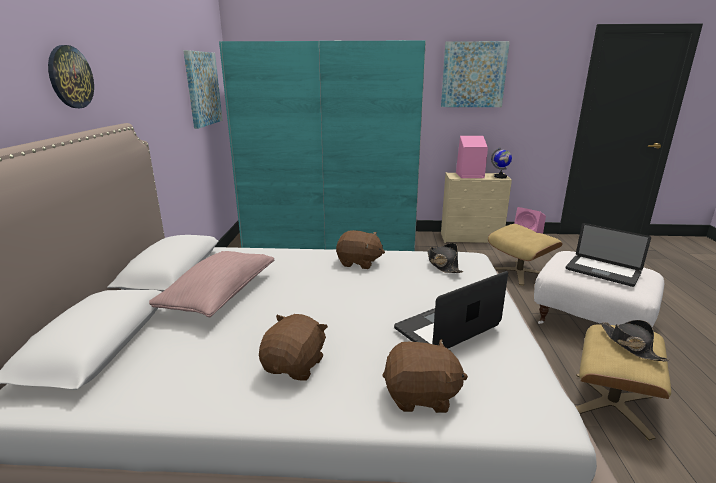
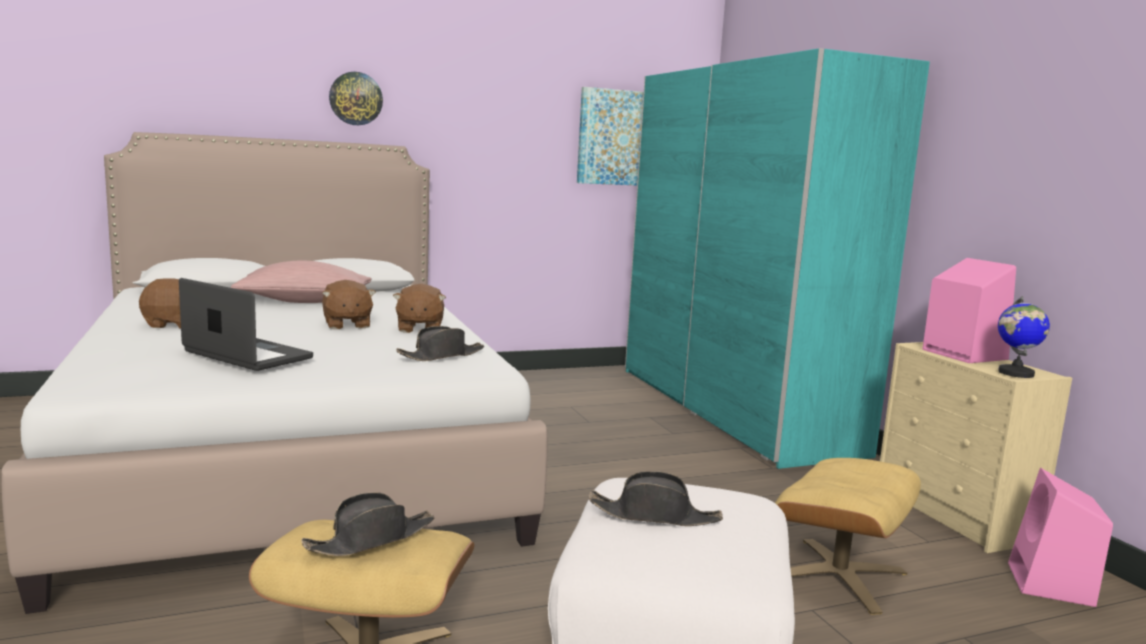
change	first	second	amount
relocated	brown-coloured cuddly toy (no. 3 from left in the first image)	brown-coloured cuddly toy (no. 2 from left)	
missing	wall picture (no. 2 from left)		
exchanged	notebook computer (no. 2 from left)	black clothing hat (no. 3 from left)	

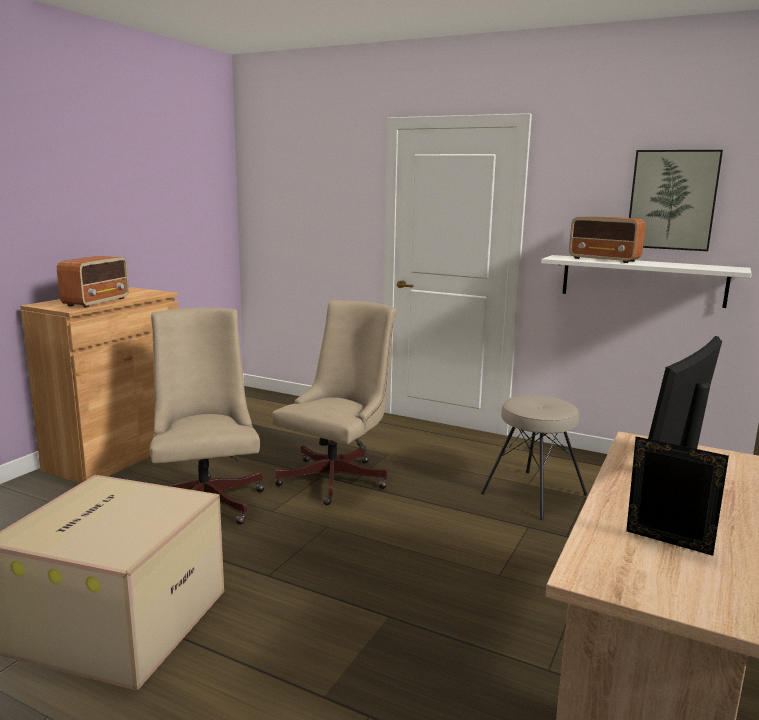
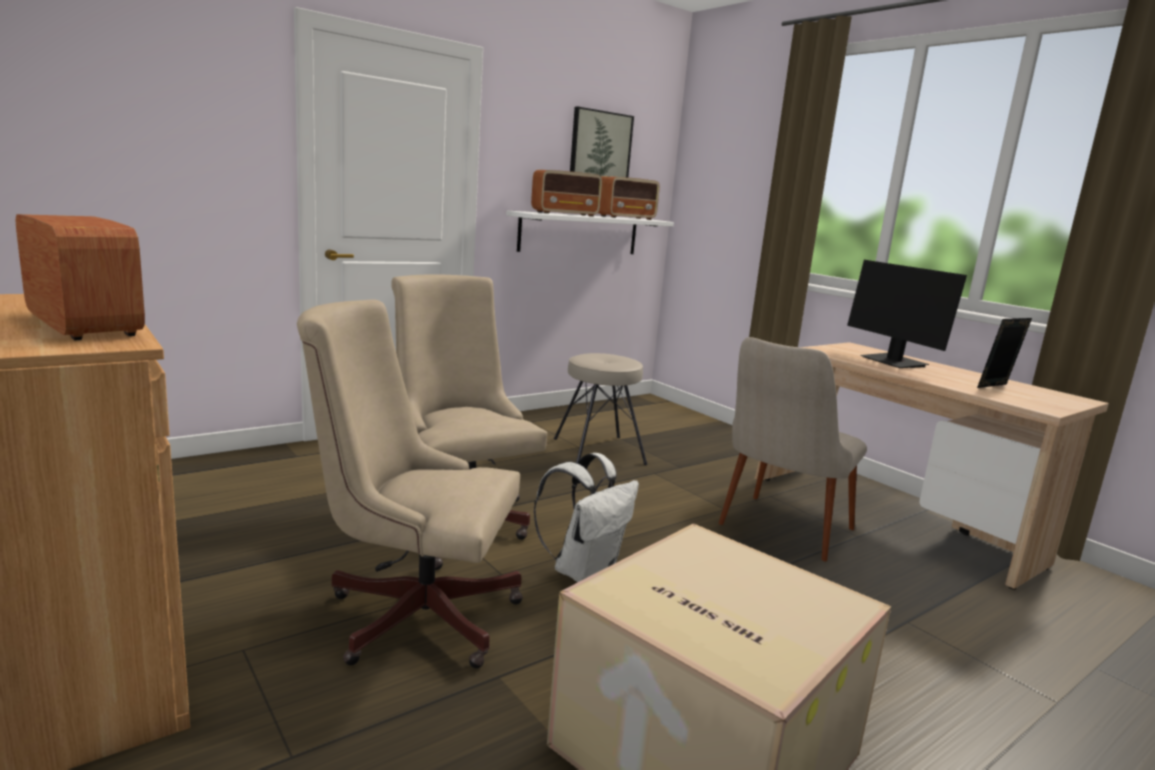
change	first	second	amount
appeared		white-coloured backpack	
appeared		radio set (no. 3 from left)	
appeared		sand-coloured plain chair	

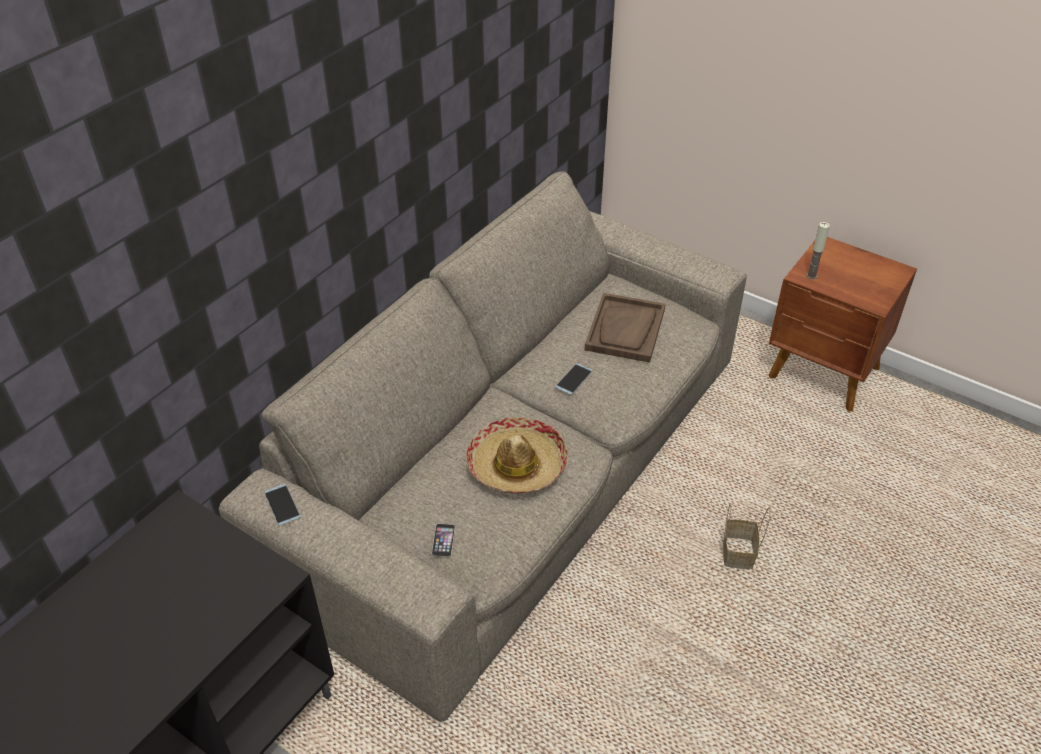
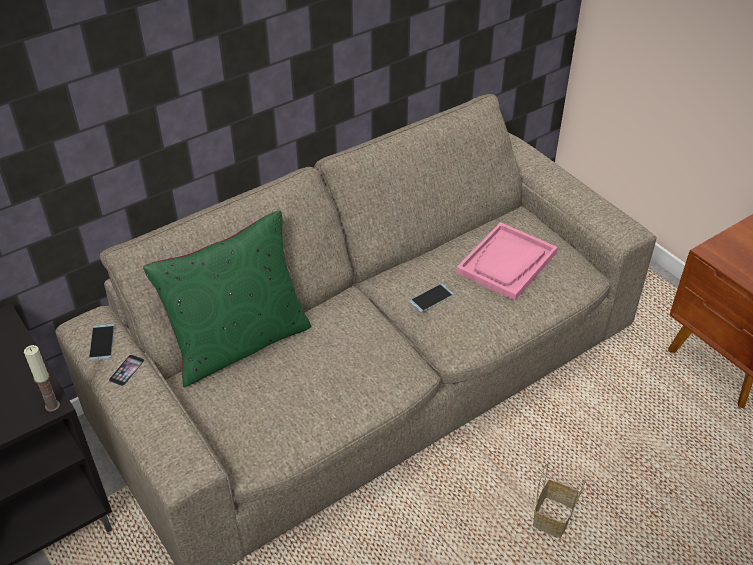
change	first	second	amount
relocated	telephone (no. 2 from left)		
missing	clothing hat		
colour	brown-coloured serving tray	pink-coloured serving tray	
relocated	wax candle		
appeared		greenish pillow	

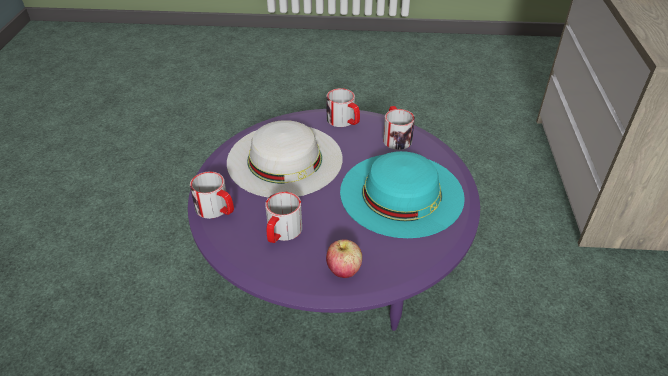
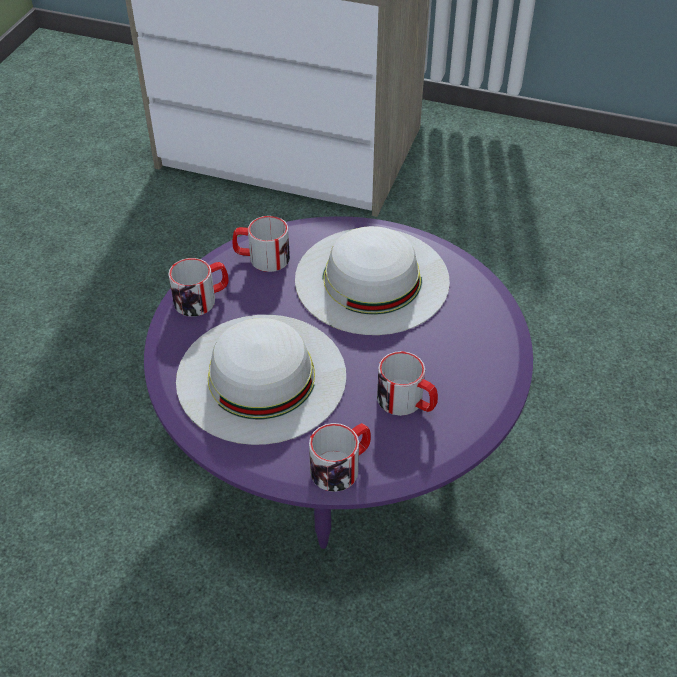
change	first	second	amount
missing	whole apple		
colour	turquoise-coloured clothing hat	white-coloured clothing hat (no. 2 from left)	

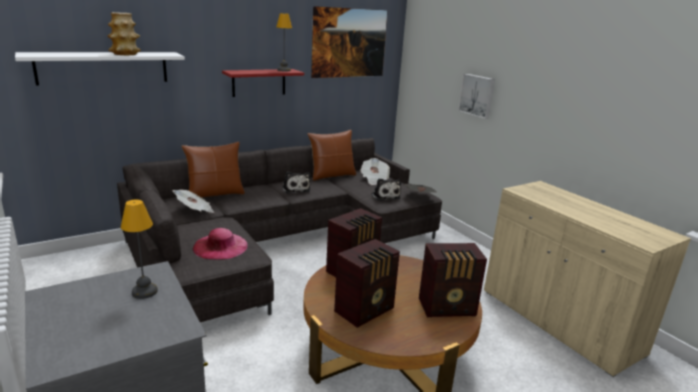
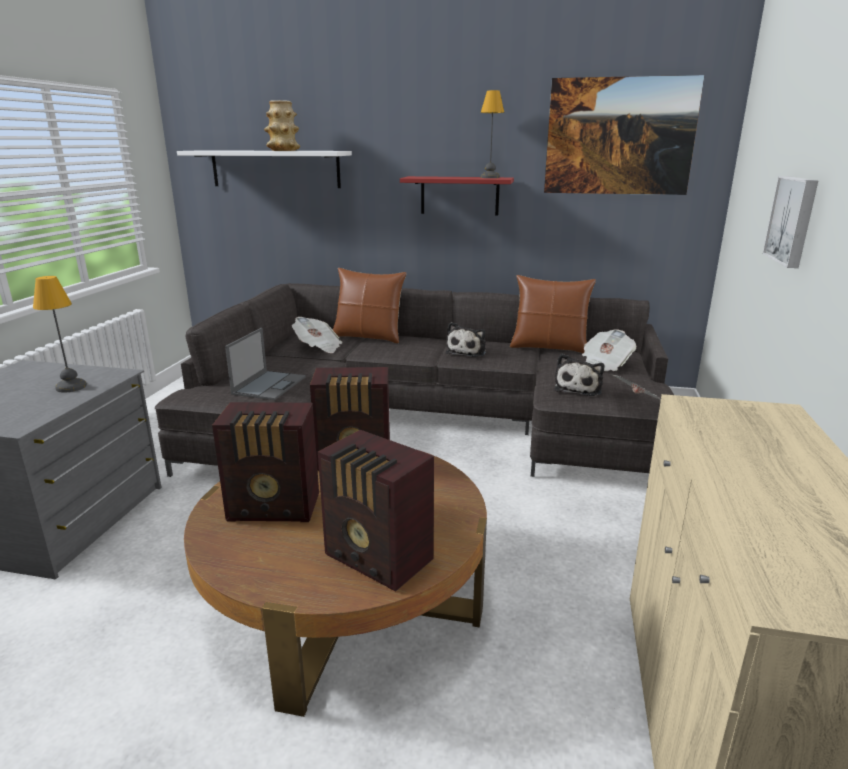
change	first	second	amount
exchanged	pink-coloured clothing hat	notebook computer	

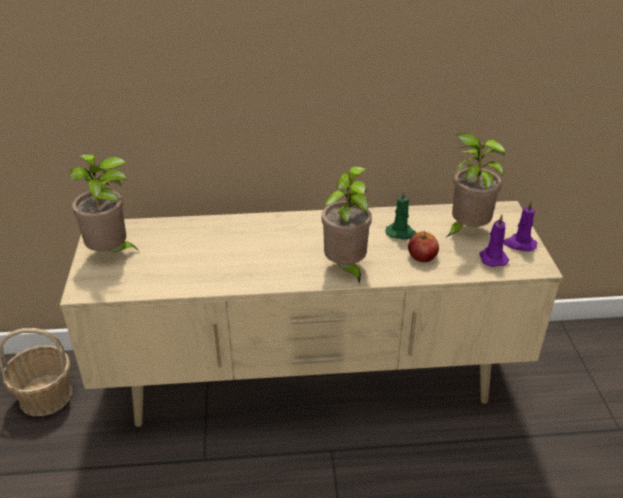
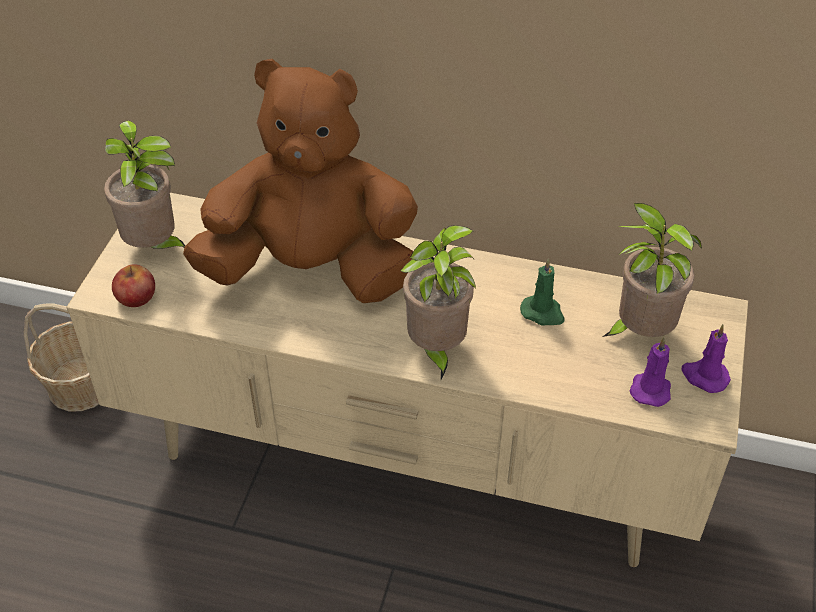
change	first	second	amount
relocated	whole apple		
appeared		brown-coloured cuddly toy	

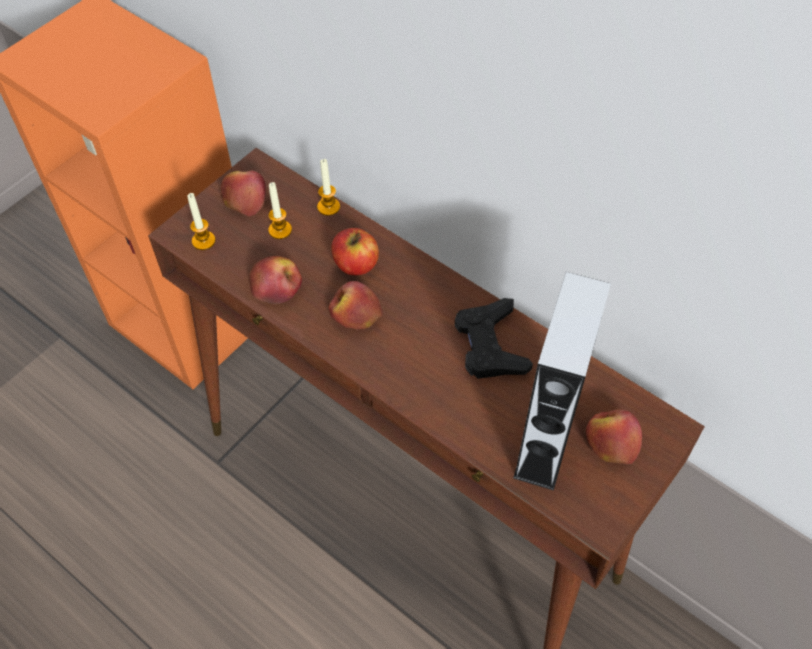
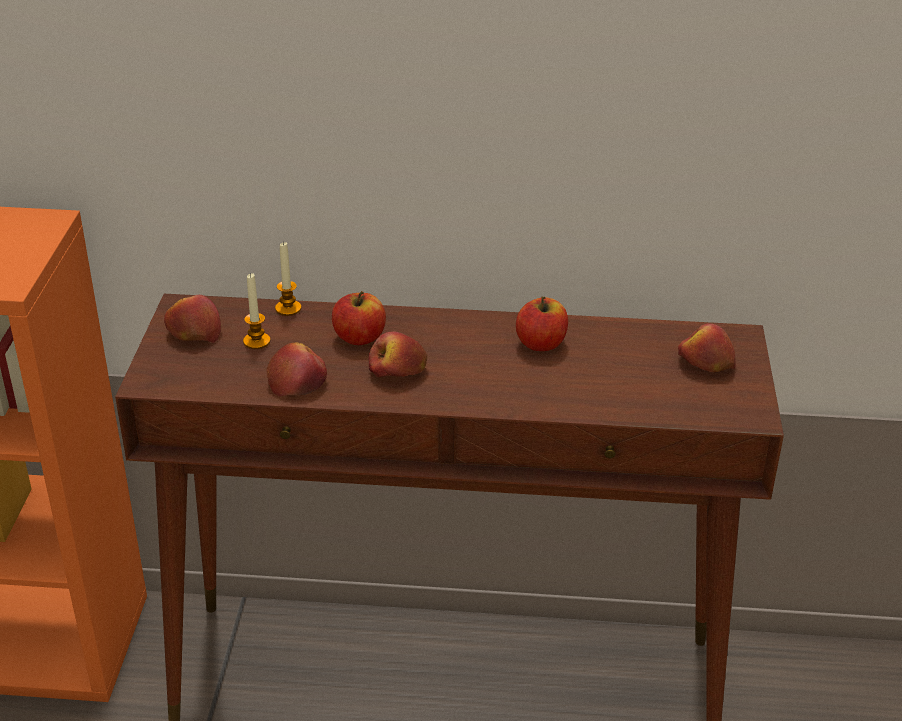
change	first	second	amount
missing	wax candle (no. 1 from left)		
exchanged	black joypad	whole apple (no. 5 from left)	
missing	greyish audio speaker		

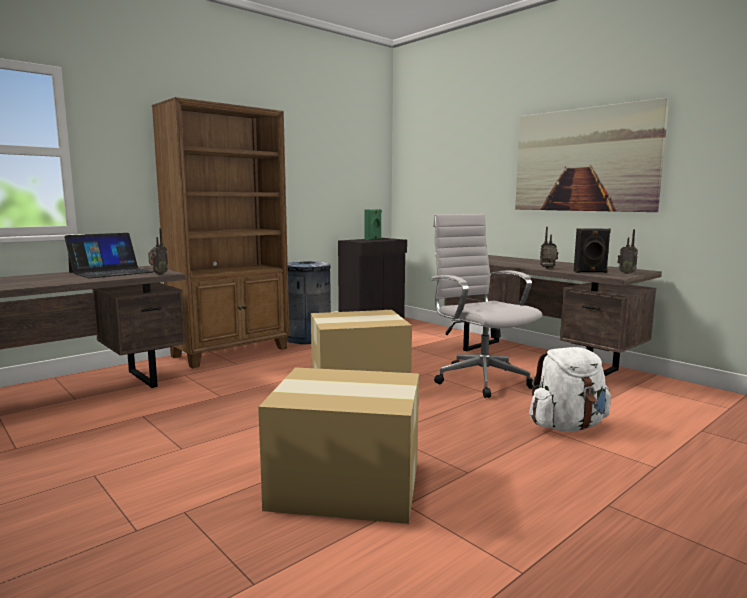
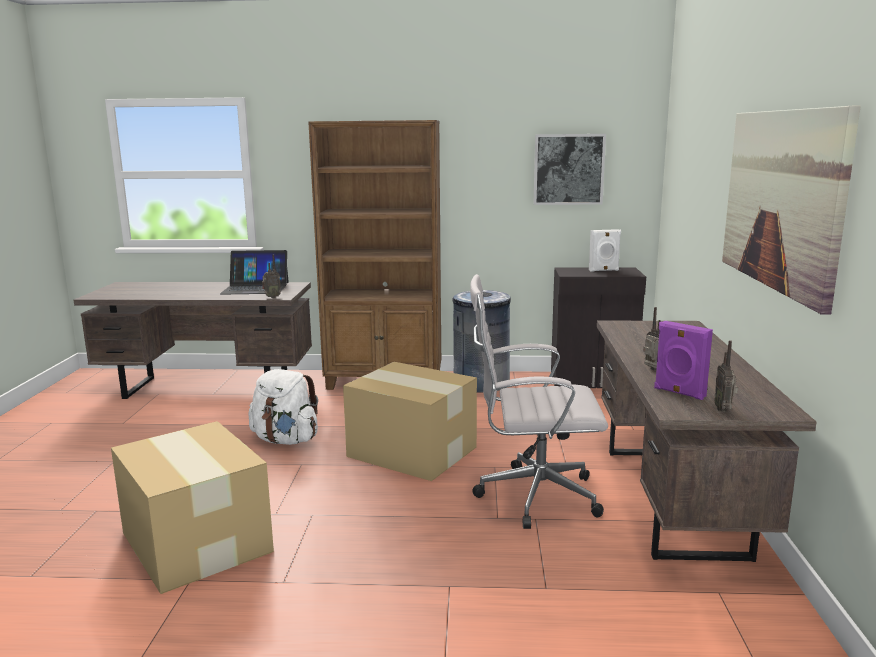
change	first	second	amount
colour	greenish audio speaker	white-coloured audio speaker	
spun	white-coloured computer chair		105 degrees counterclockwise
relocated	white-coloured backpack		
colour	black audio speaker	purplish audio speaker	
appeared		wall picture (no. 1 from left)	

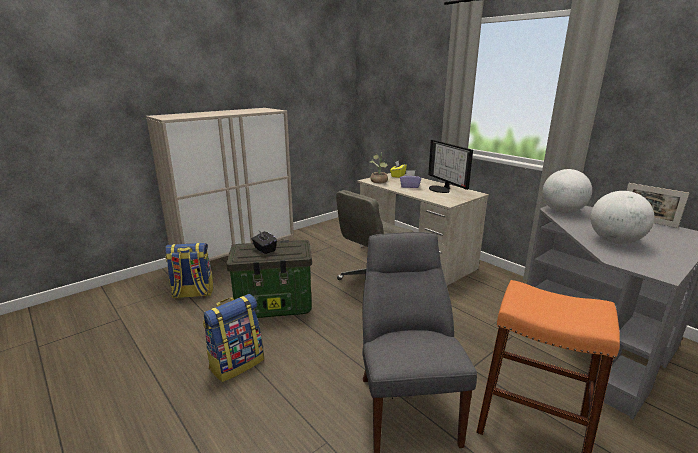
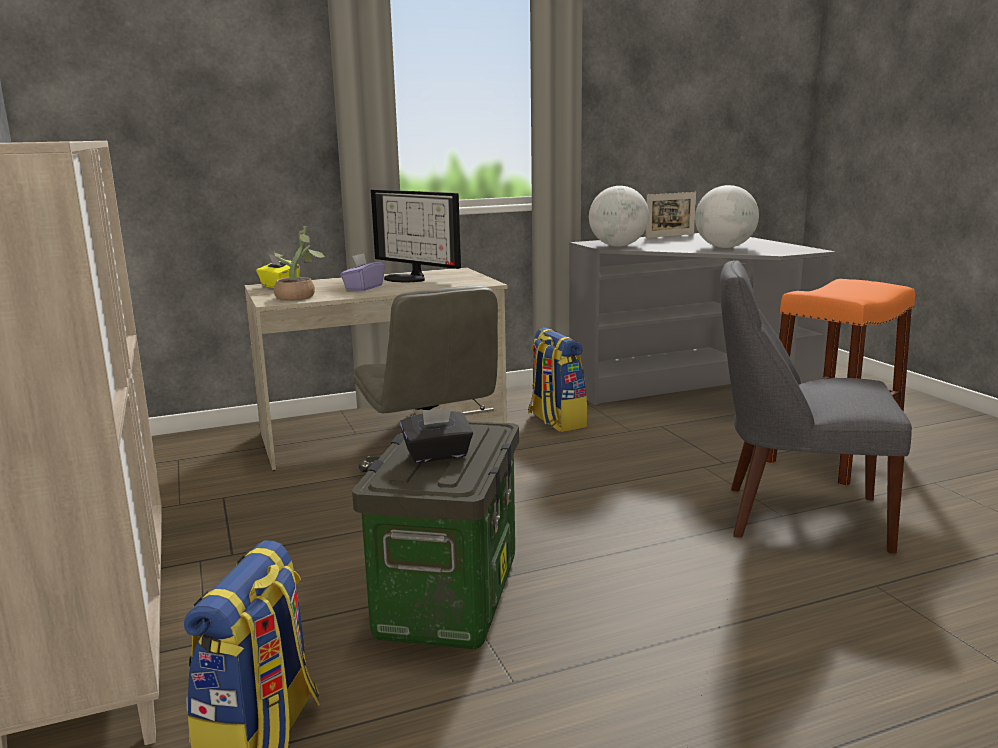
change	first	second	amount
relocated	backpack (no. 2 from left)		
spun	computer screen		45 degrees clockwise

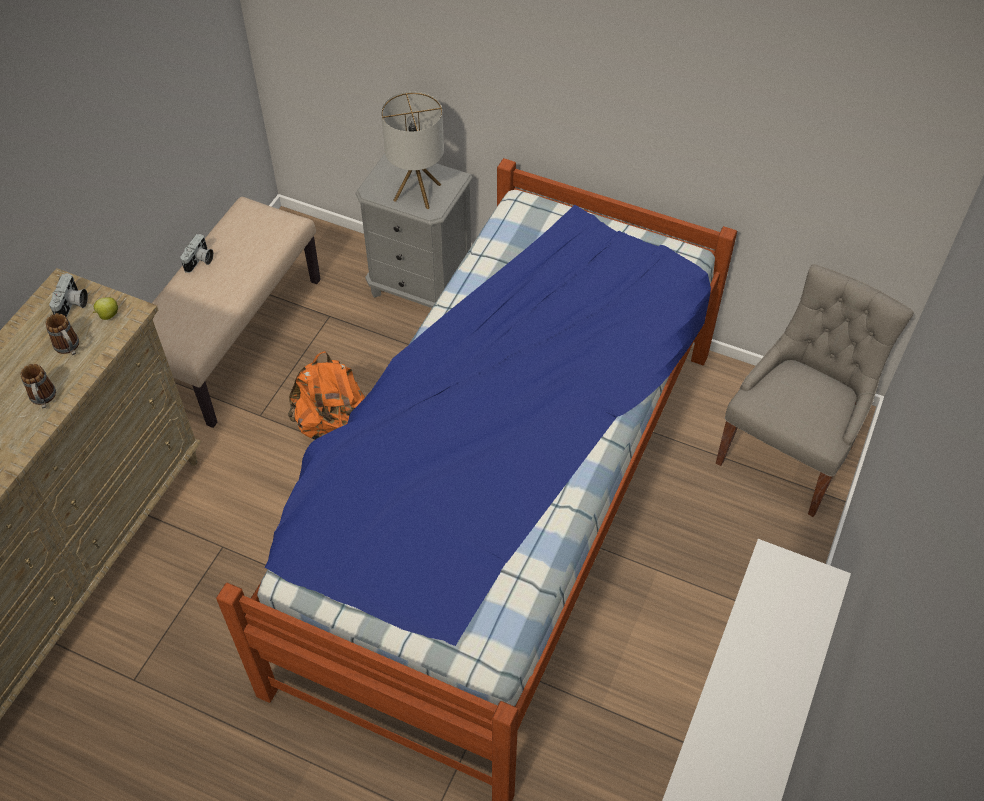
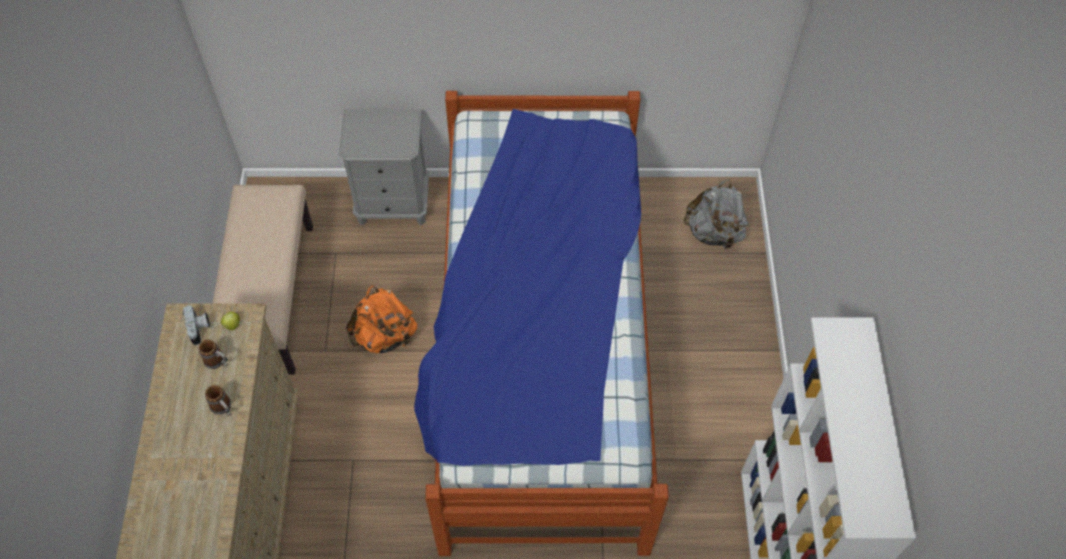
change	first	second	amount
missing	still camera (no. 2 from left)		
missing	tabletop lamp		
exchanged	greyish plain chair	greyish backpack	

